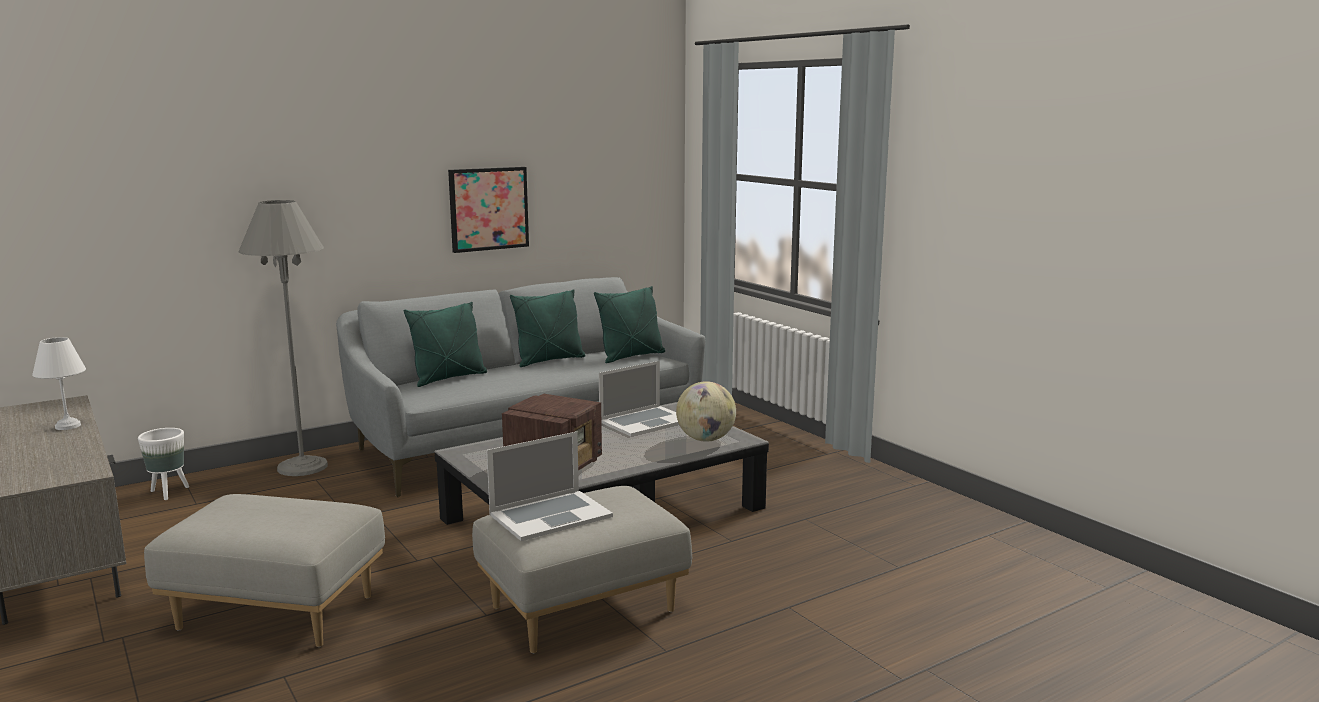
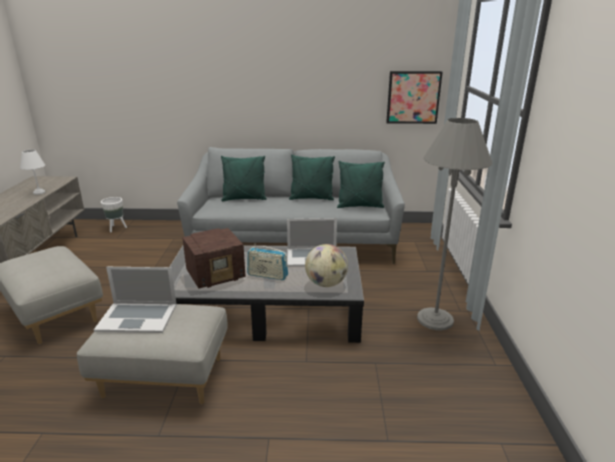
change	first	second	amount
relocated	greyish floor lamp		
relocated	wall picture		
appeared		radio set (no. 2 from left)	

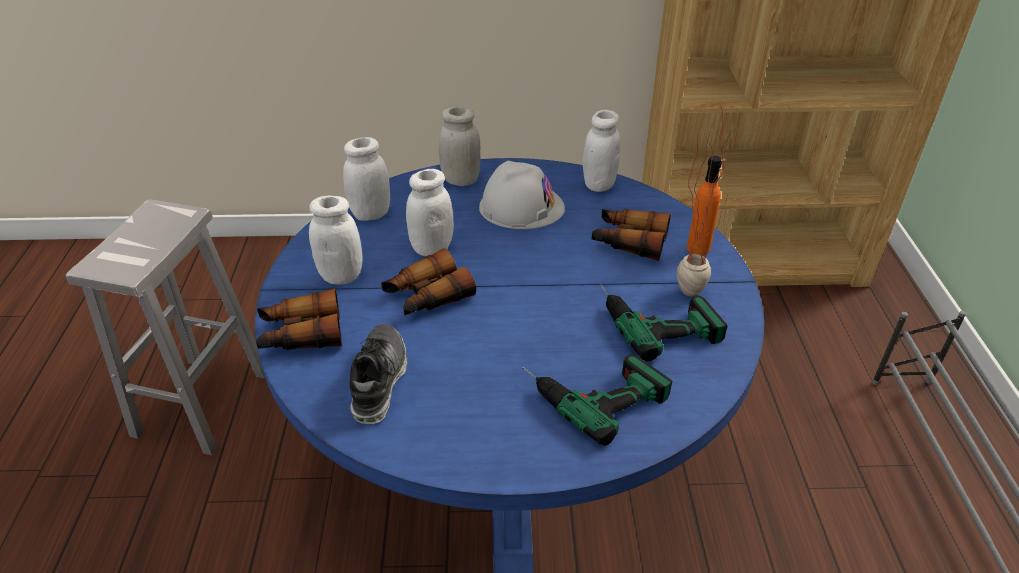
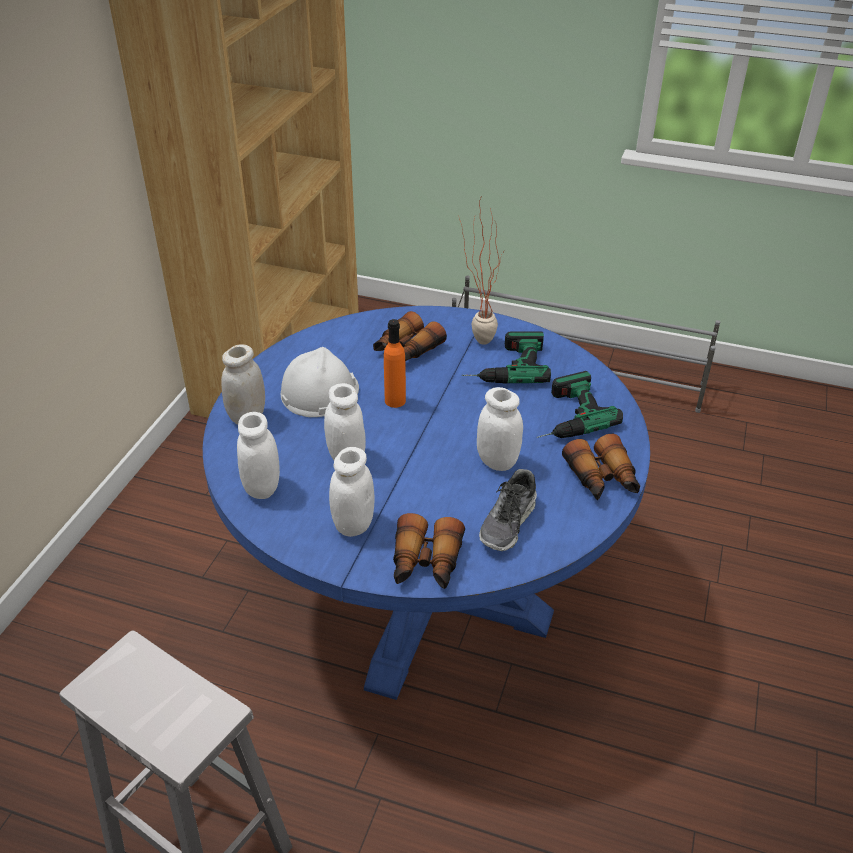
change	first	second	amount
spun	shoe		90 degrees counterclockwise
relocated	field glasses (no. 2 from left in the first image)	field glasses (no. 3 from left)	
relocated	white-coloured storage jar (no. 5 from left)		
relocated	orangey drink bottle		

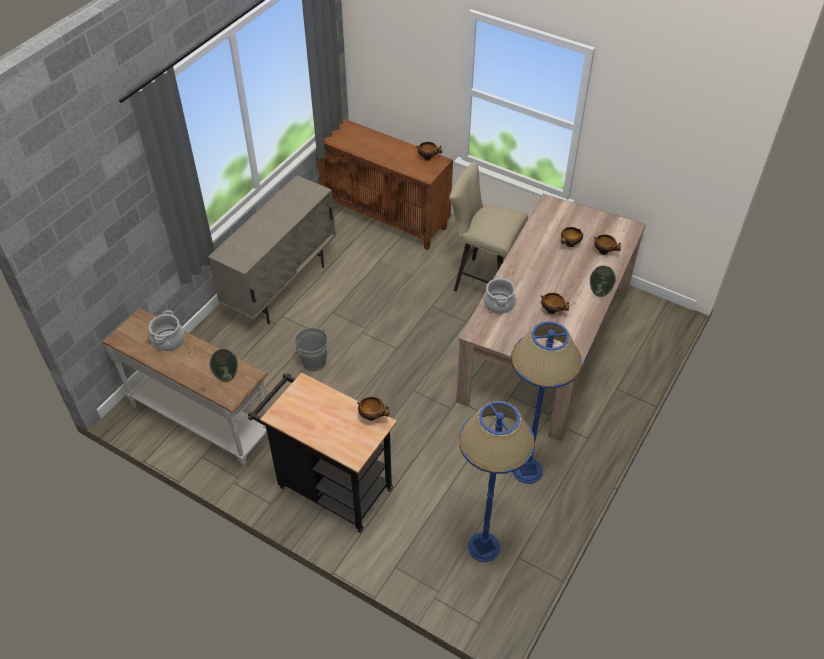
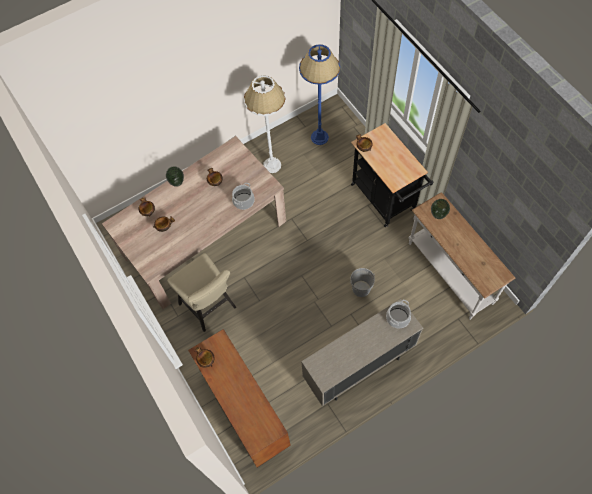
change	first	second	amount
relocated	saucepot (no. 1 from left in the first image)	saucepot (no. 2 from left)	
colour	blue-coloured floor lamp (no. 2 from left)	white-coloured floor lamp	

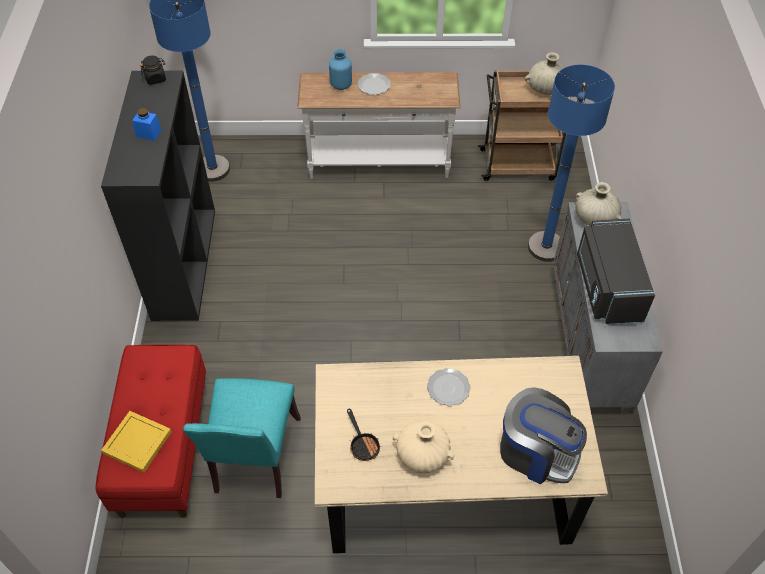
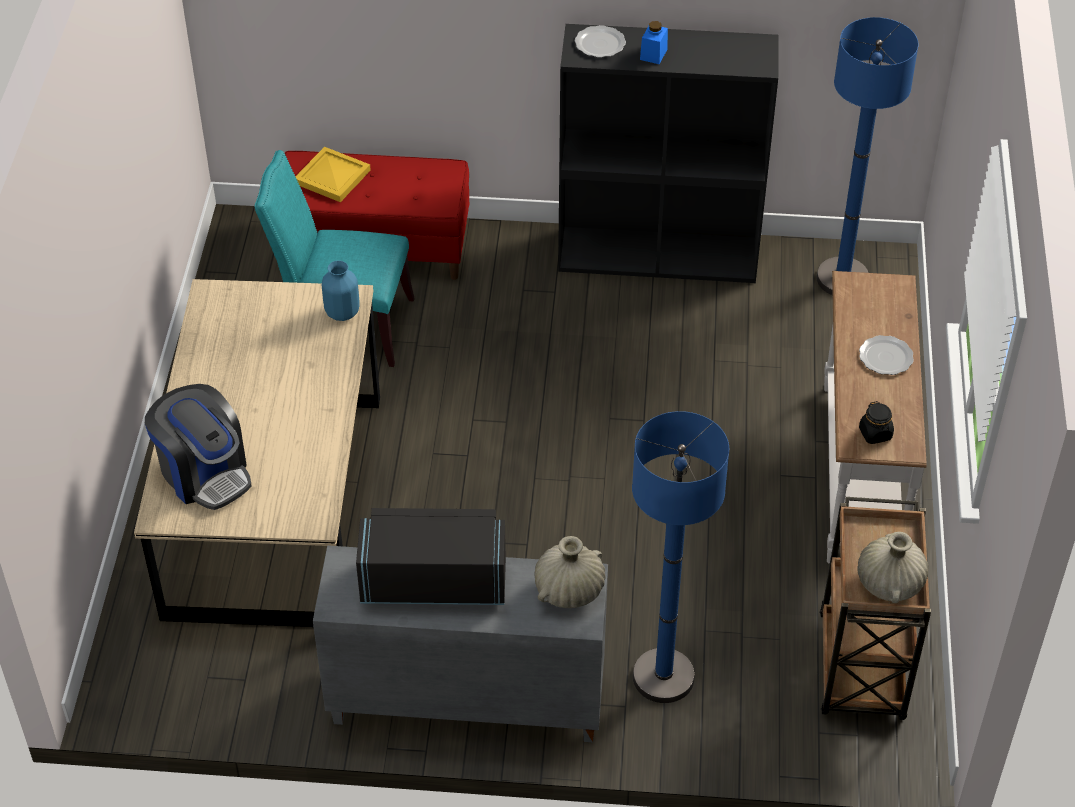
change	first	second	amount
relocated	black storage jar		
relocated	blue-coloured vase		
missing	pan		
missing	sand-coloured vase (no. 1 from left)		
relocated	plate (no. 2 from left in the first image)	plate (no. 1 from left)	
spun	coffee brewer		75 degrees counterclockwise

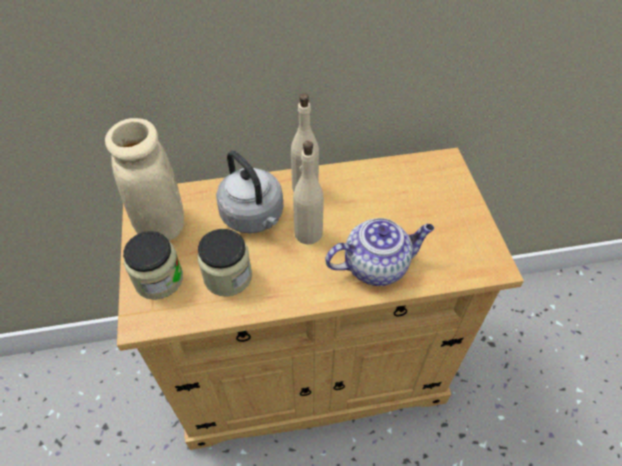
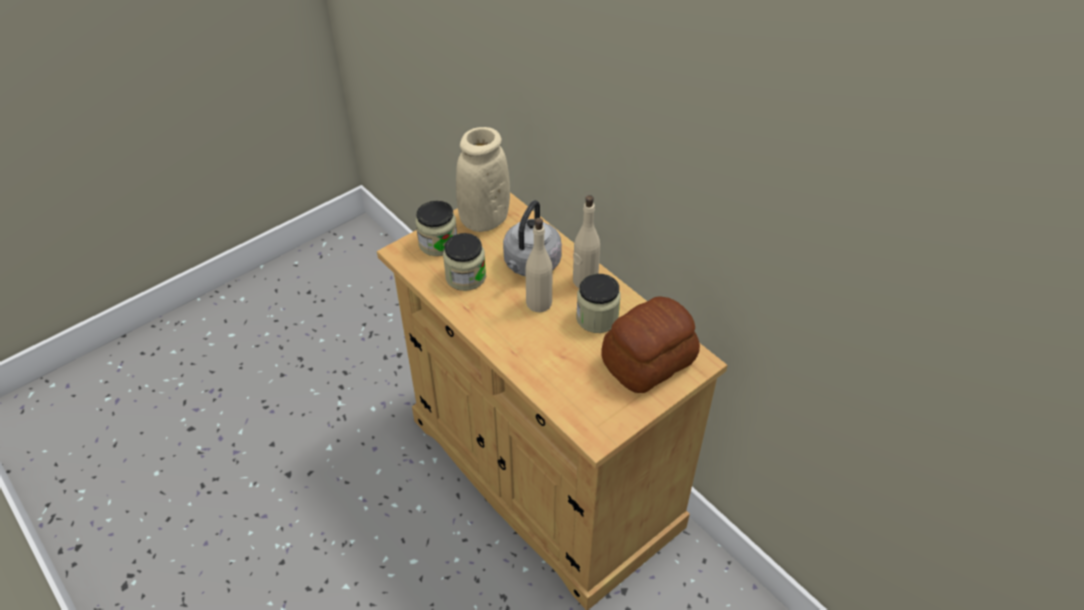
change	first	second	amount
missing	tea pot		
appeared		storage jar (no. 3 from left)	
appeared		bread	

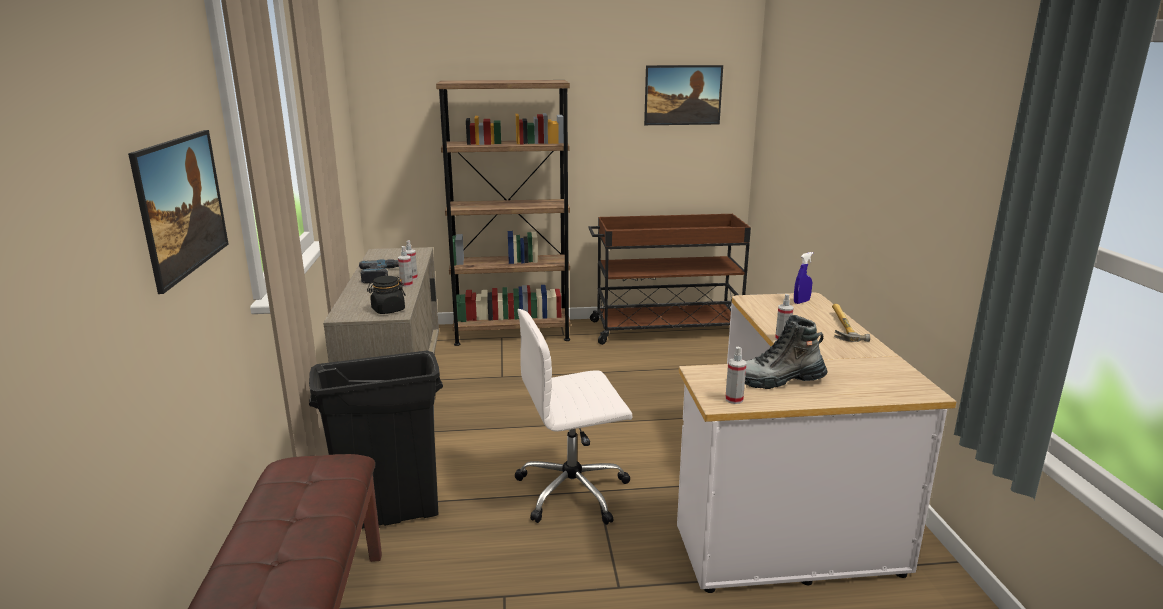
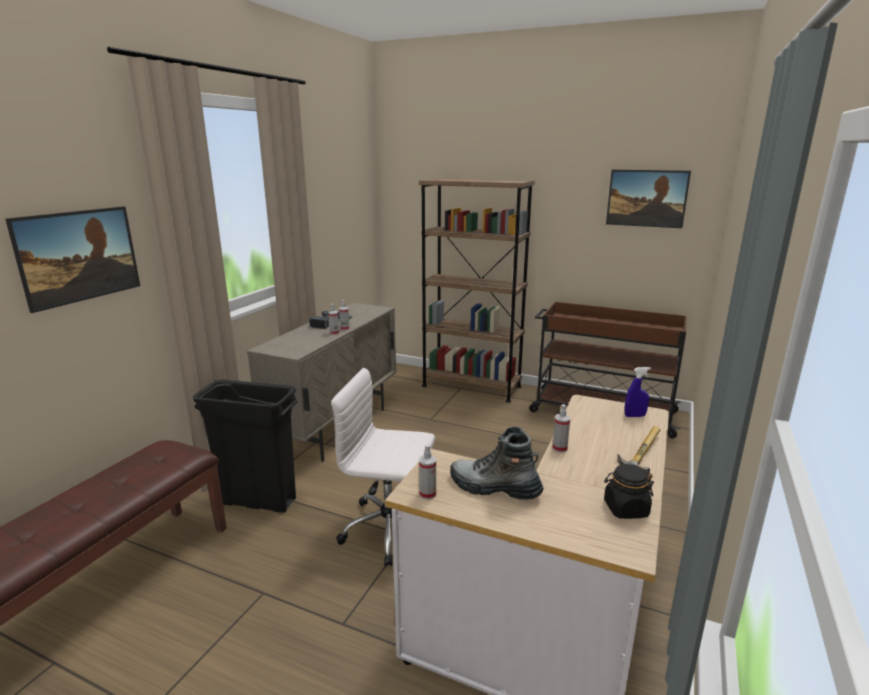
change	first	second	amount
relocated	black storage jar		

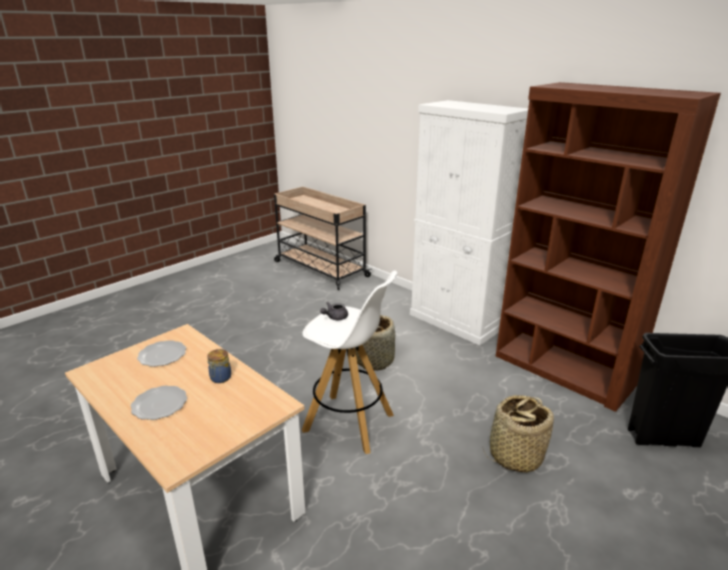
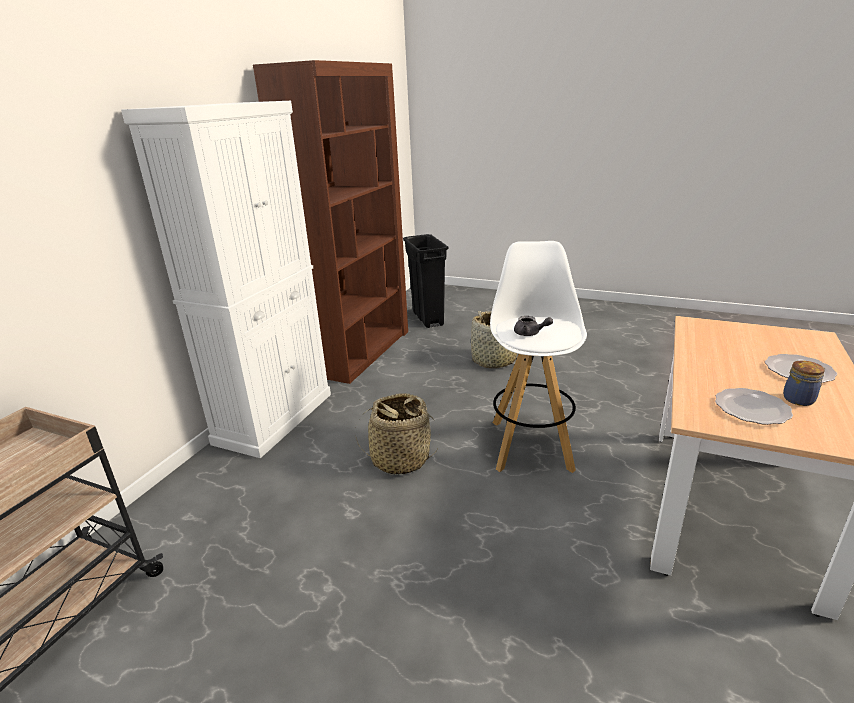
change	first	second	amount
relocated	storage jar		

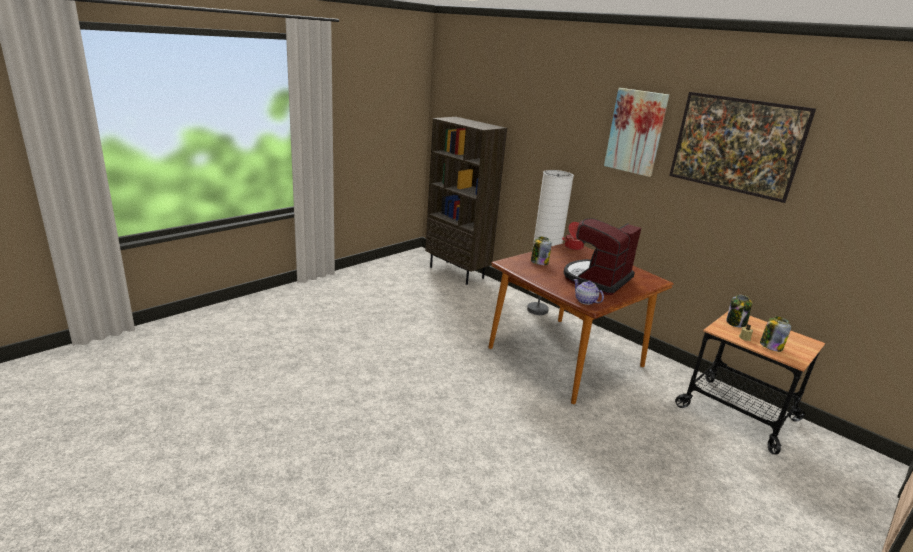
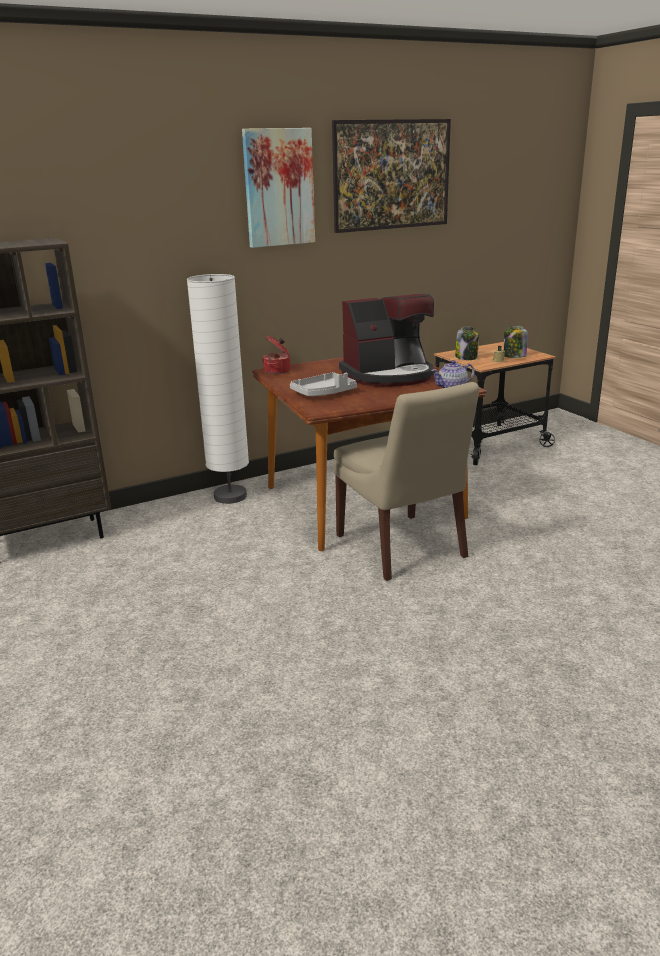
change	first	second	amount
exchanged	storage jar (no. 1 from left)	greyish serving tray	
spun	coffee brewer		75 degrees counterclockwise
appeared		sand-coloured plain chair	

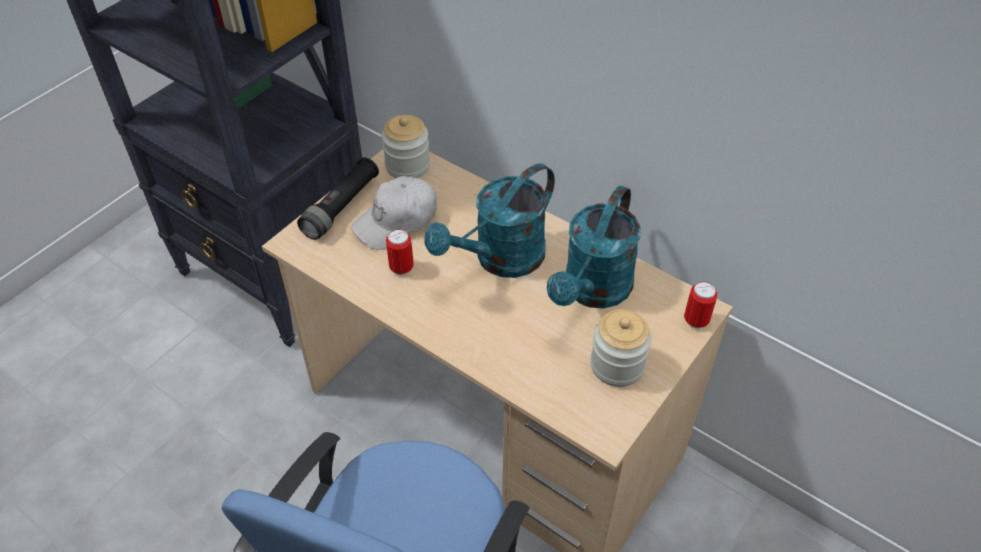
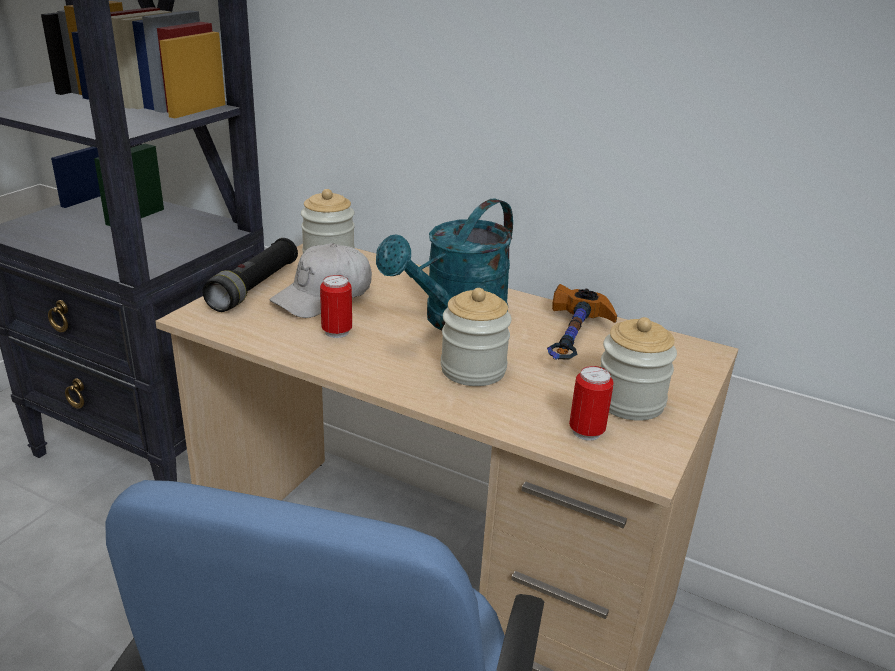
change	first	second	amount
exchanged	turquoise-coloured watering can (no. 2 from left)	hammer	
relocated	sealed can (no. 2 from left)		
appeared		storage jar (no. 2 from left)	

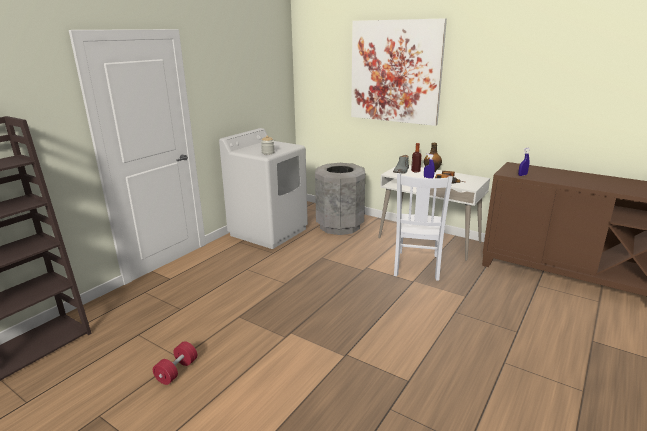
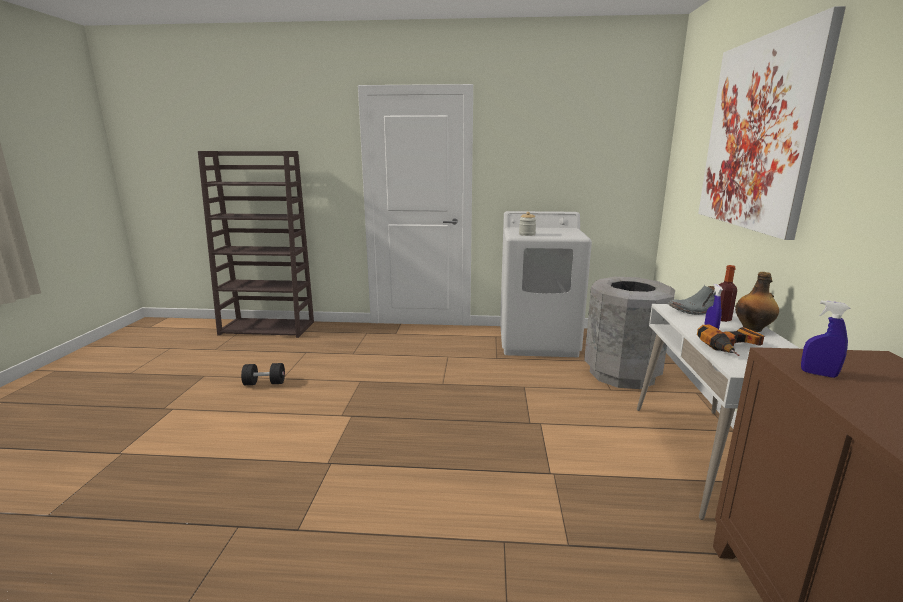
change	first	second	amount
colour	reddish free weight	black free weight	
missing	white-coloured plain chair		

